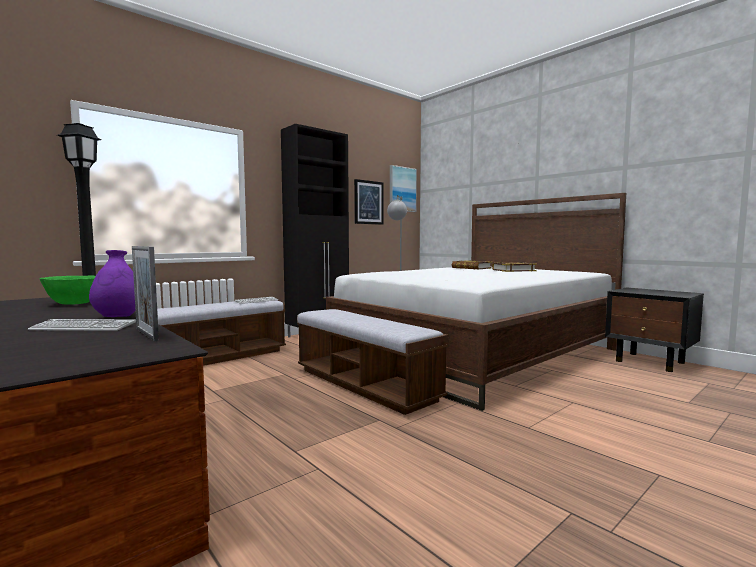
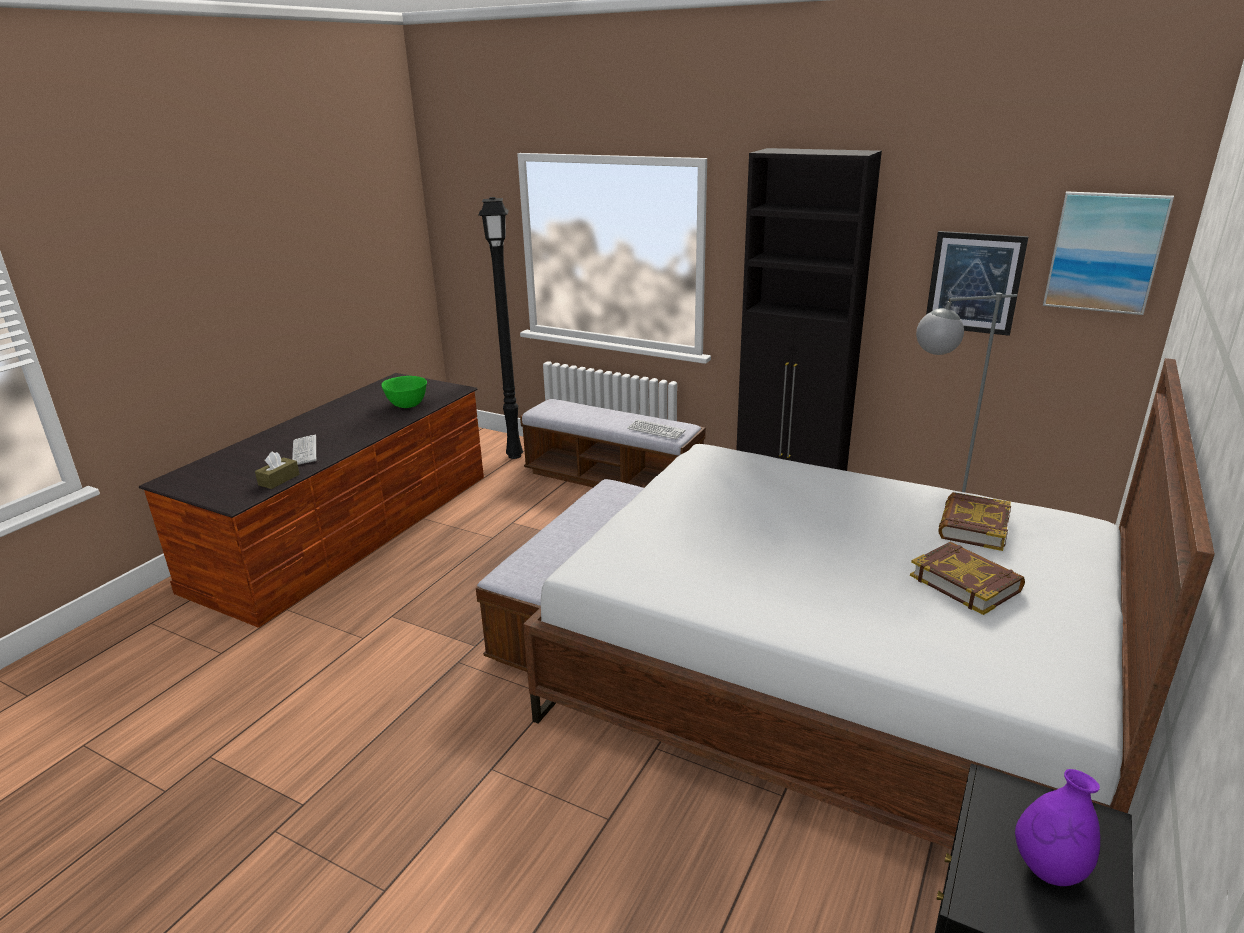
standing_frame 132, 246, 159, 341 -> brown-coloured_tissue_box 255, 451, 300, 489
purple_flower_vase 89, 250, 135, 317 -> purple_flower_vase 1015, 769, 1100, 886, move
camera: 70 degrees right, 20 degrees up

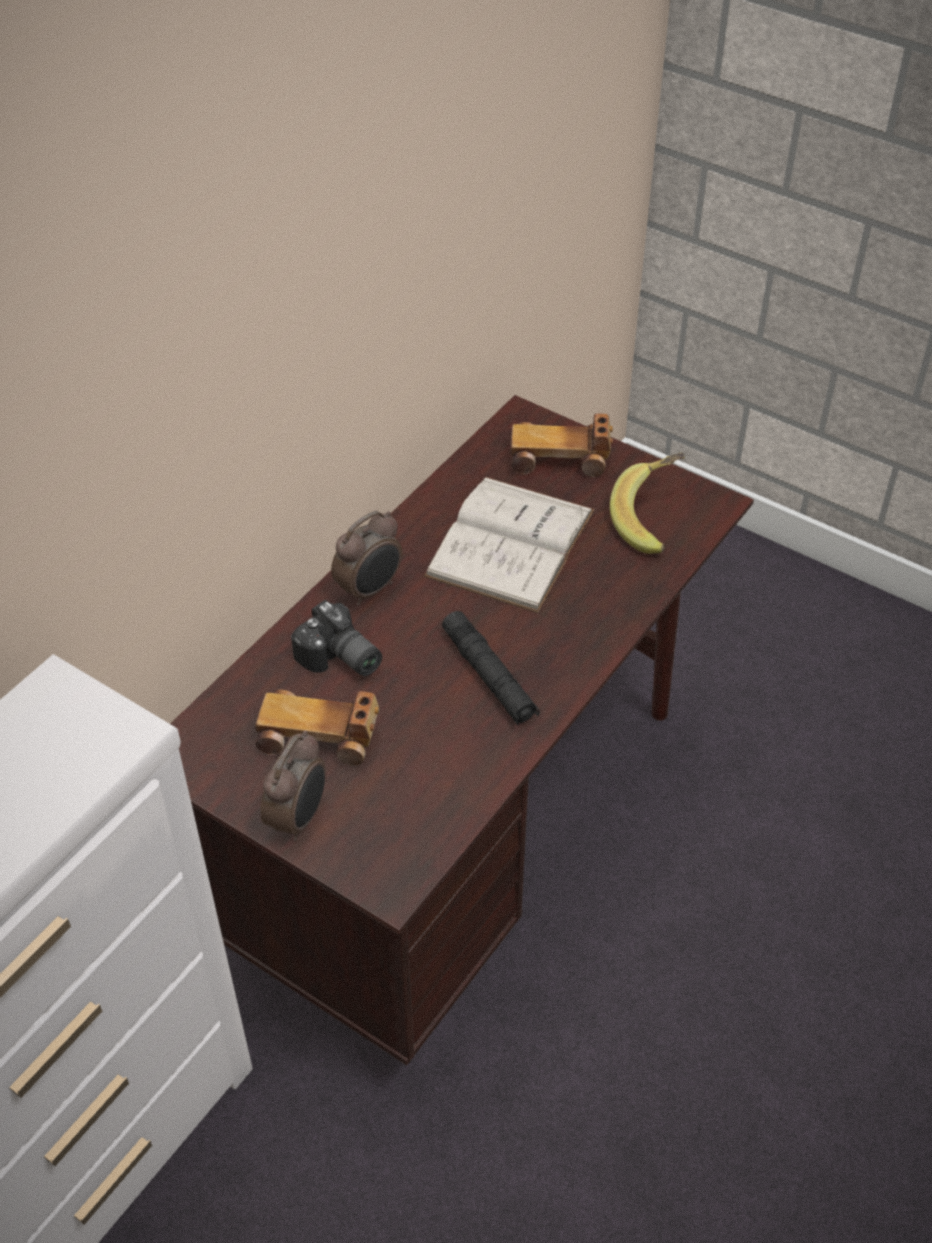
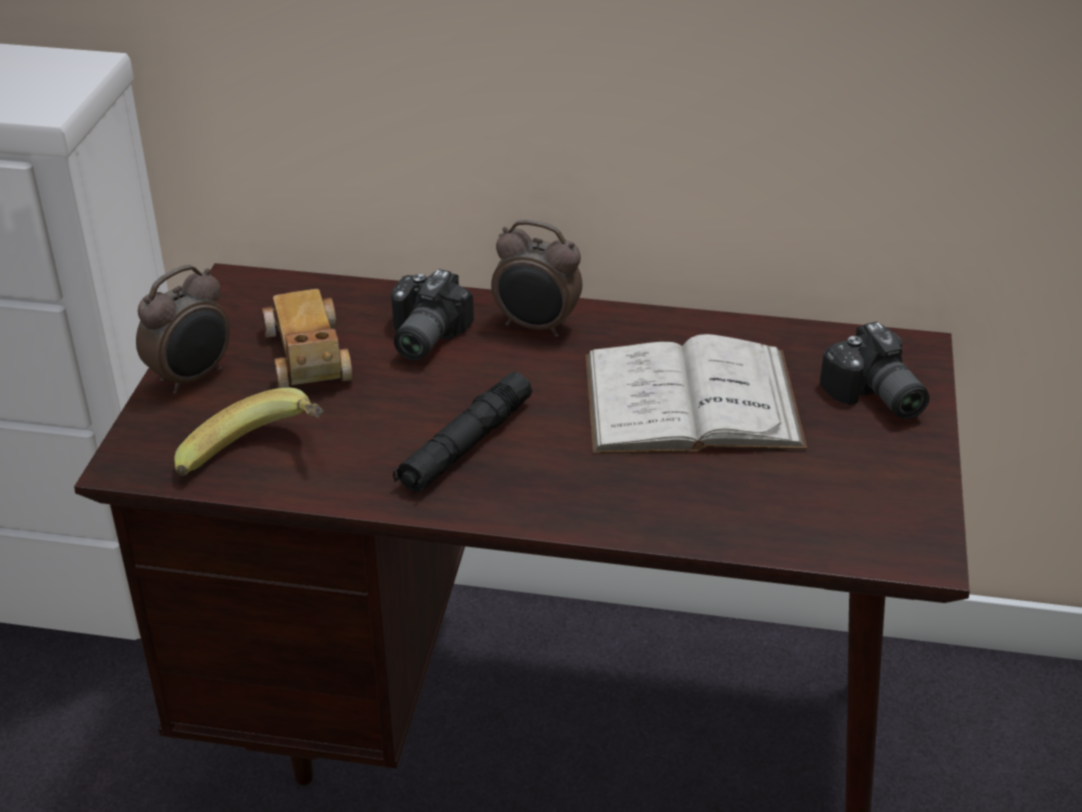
model_car 510, 414, 613, 477 -> photo_camera 820, 321, 929, 419
banana_fruit 610, 452, 685, 554 -> banana_fruit 174, 388, 324, 476, move
table_clock 261, 731, 326, 841 -> table_clock 136, 265, 230, 395, 45 degrees counterclockwise
camera: 65 degrees right, 10 degrees down

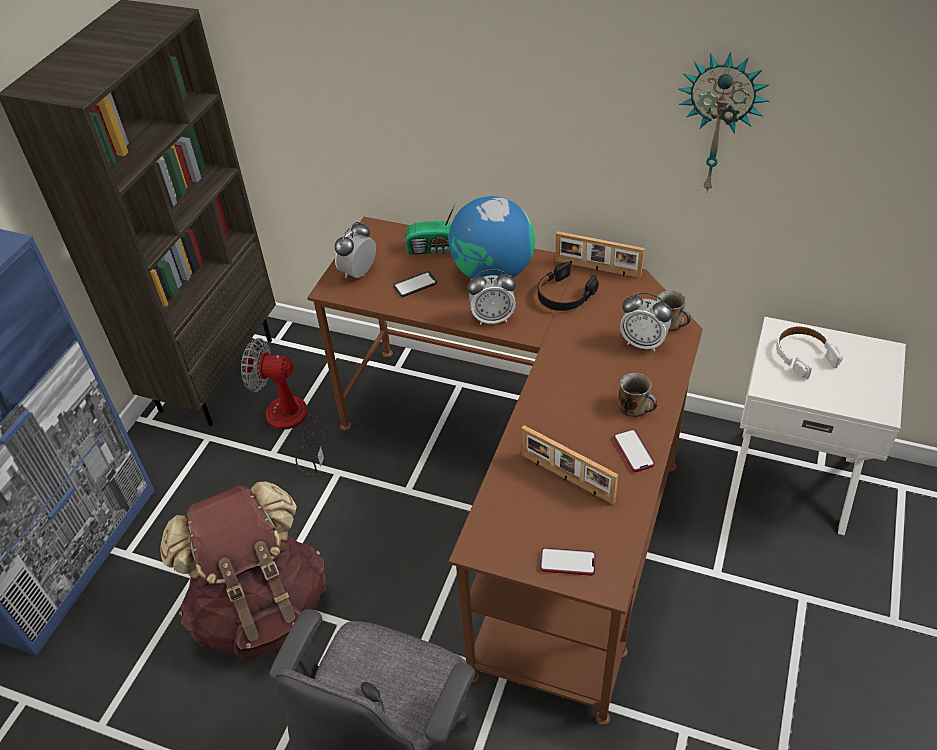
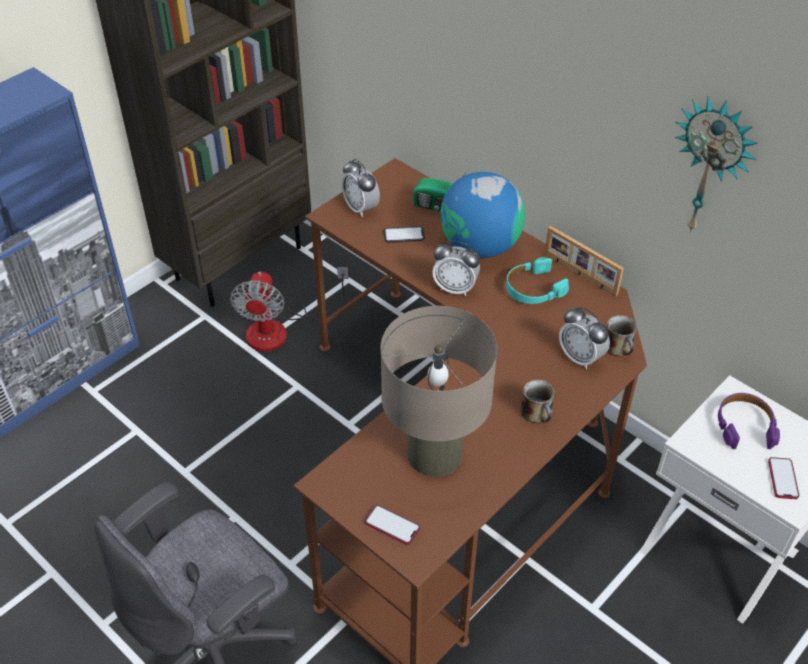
table_clock 335, 222, 376, 278 -> table_clock 342, 159, 380, 217, 90 degrees counterclockwise
black_pair_of_headphones 538, 262, 599, 311 -> turquoise-coloured_pair_of_headphones 506, 257, 569, 304
white-coloured_pair_of_headphones 776, 326, 843, 379 -> purple_pair_of_headphones 718, 393, 780, 449
cooling_fan 241, 338, 325, 476 -> cooling_fan 230, 267, 348, 351, 120 degrees counterclockwise
standing_frame 521, 425, 618, 505 -> sand-coloured_tabletop_lamp 381, 306, 497, 477
telephone 614, 429, 655, 472 -> telephone 768, 457, 799, 499, move
brown-coloured_knapsack 160, 481, 327, 659 -> none
camera: 20 degrees right, 0 degrees up

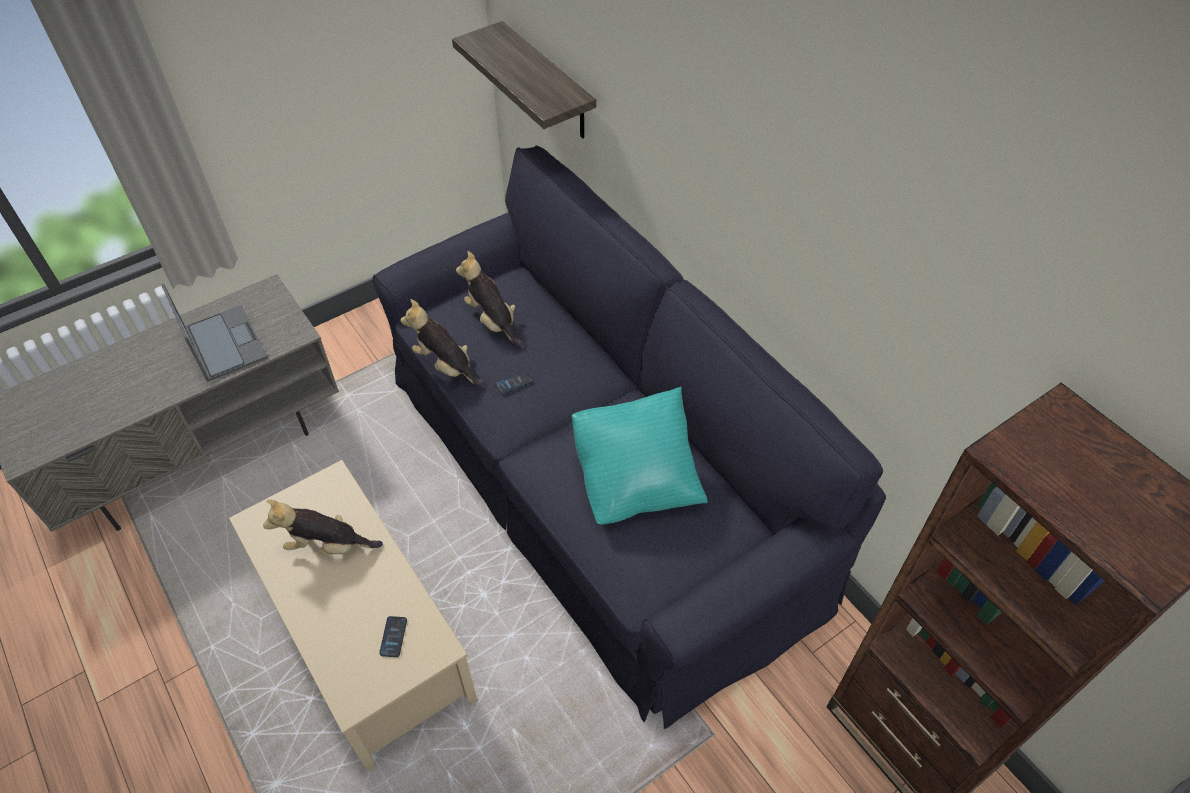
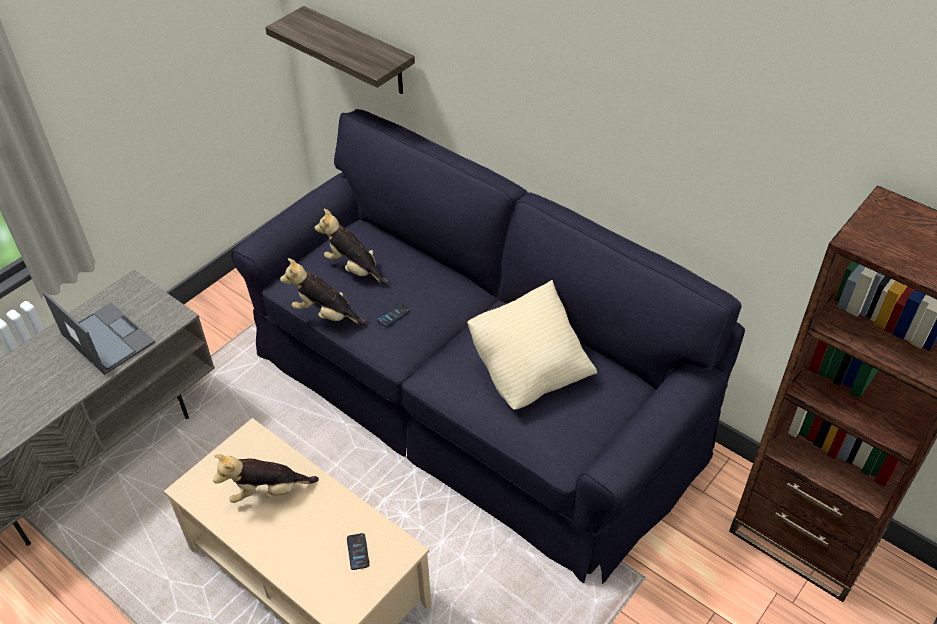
turquoise-coloured_pillow 572, 387, 708, 524 -> sand-coloured_pillow 467, 280, 597, 409
camera: 15 degrees left, 5 degrees down

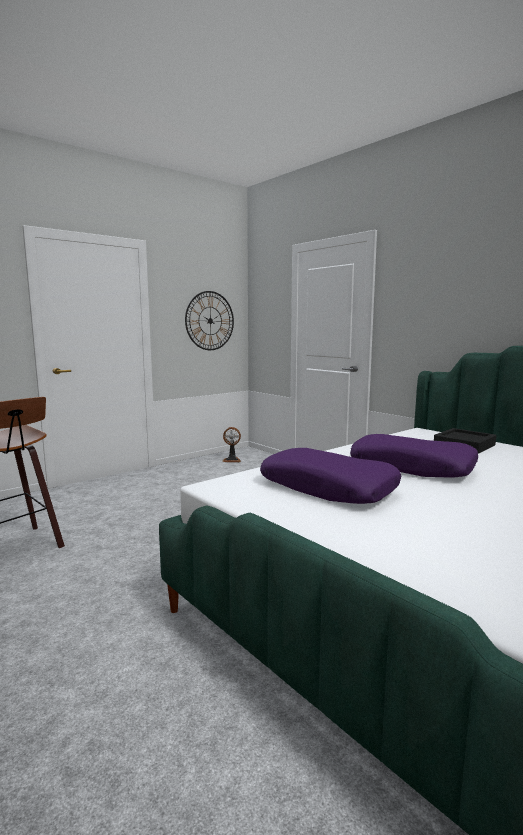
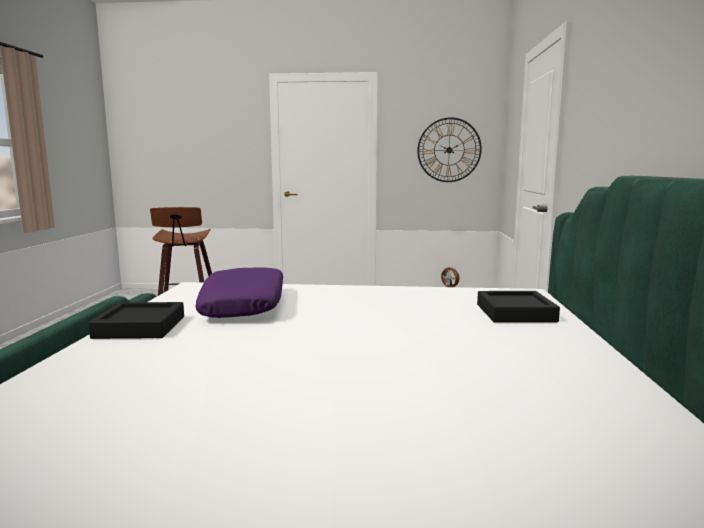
purple_pillow 350, 434, 478, 477 -> none
none -> black_carrying_tray 88, 302, 184, 339
camera: 45 degrees right, 0 degrees up

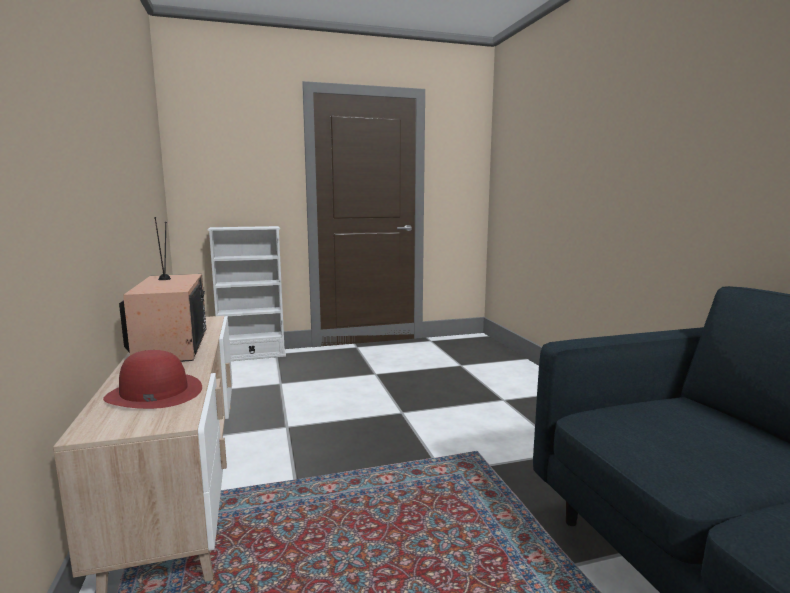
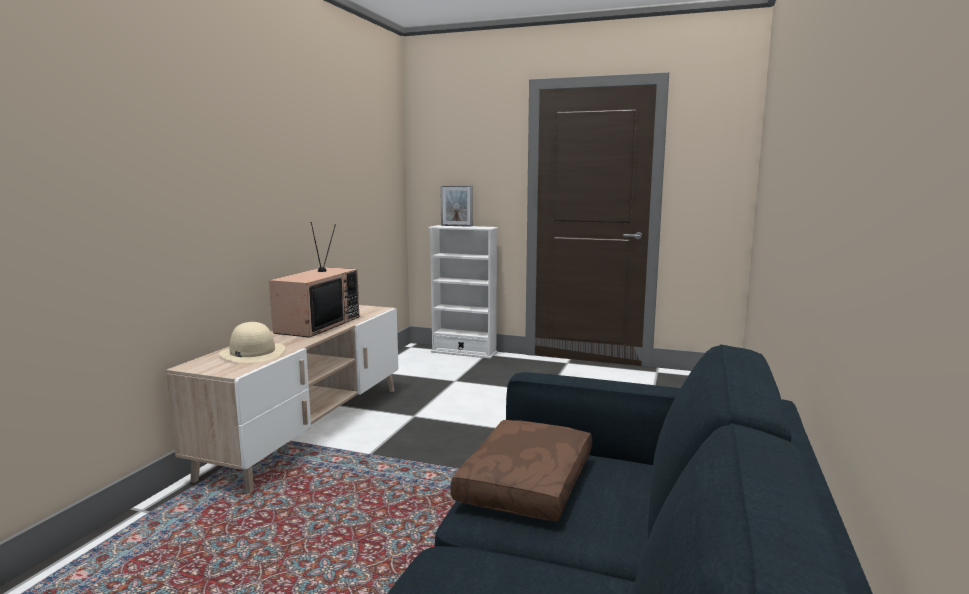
red-coloured_hat 103, 350, 202, 409 -> sand-coloured_hat 219, 322, 285, 363
none -> standing_frame 440, 185, 473, 227
none -> brown-coloured_pillow 450, 420, 592, 521
camera: 35 degrees right, 0 degrees up

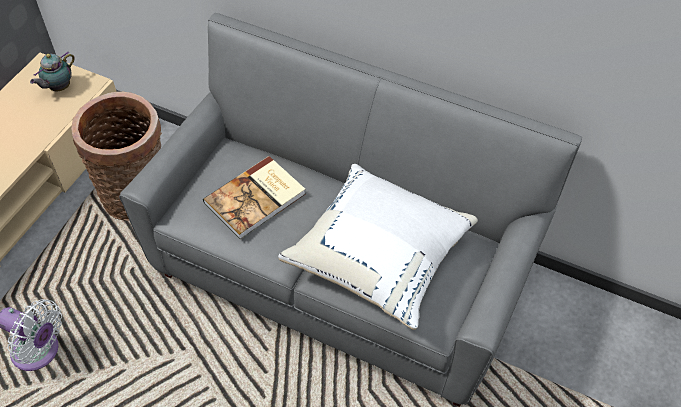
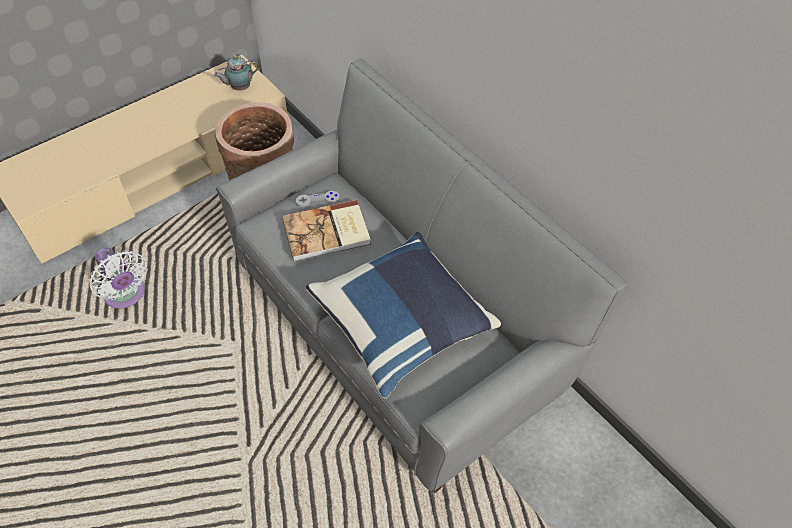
white-coloured_pillow 278, 164, 478, 330 -> blue_pillow 306, 232, 501, 398
none -> gray_gamepad 296, 191, 339, 207
camera: 25 degrees right, 0 degrees up

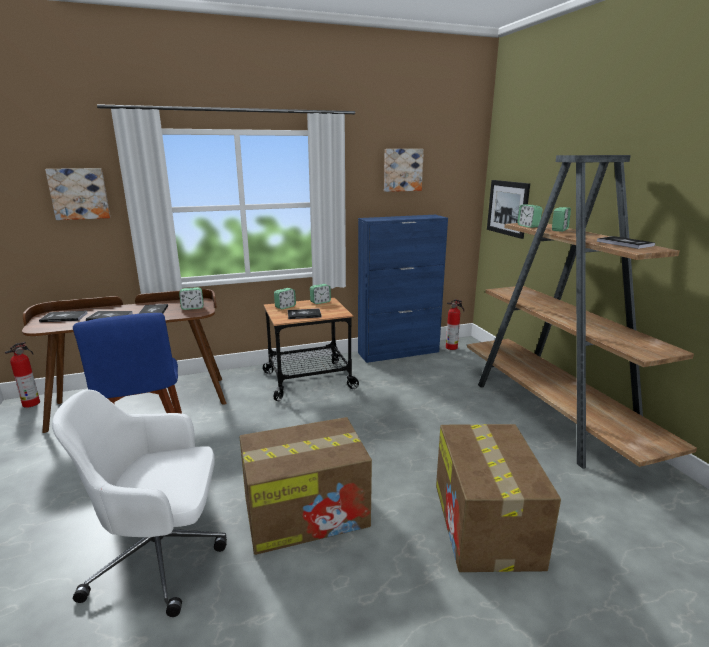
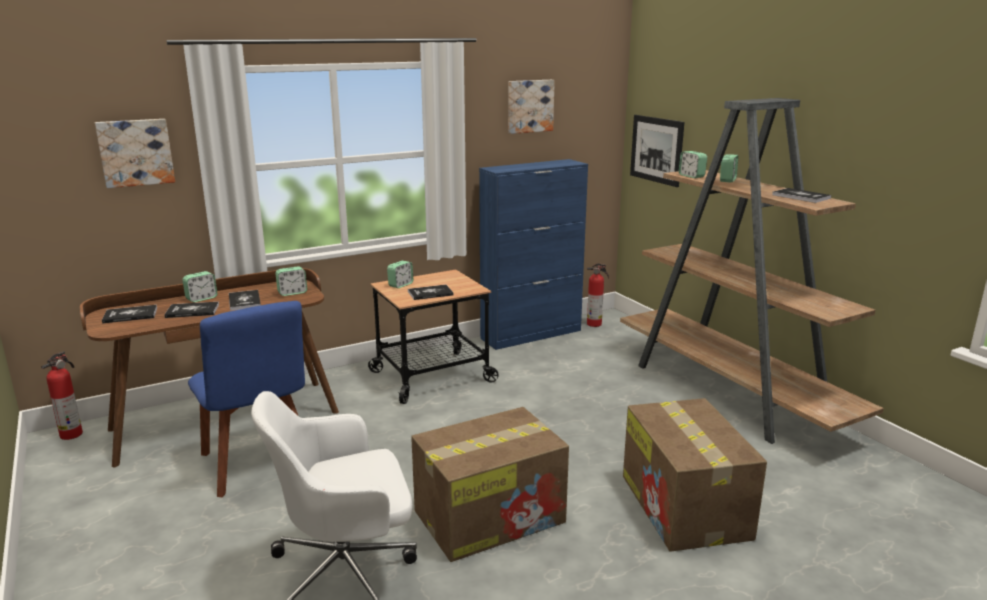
table_clock 310, 284, 331, 304 -> table_clock 183, 271, 217, 302, move
camera: 10 degrees left, 0 degrees up

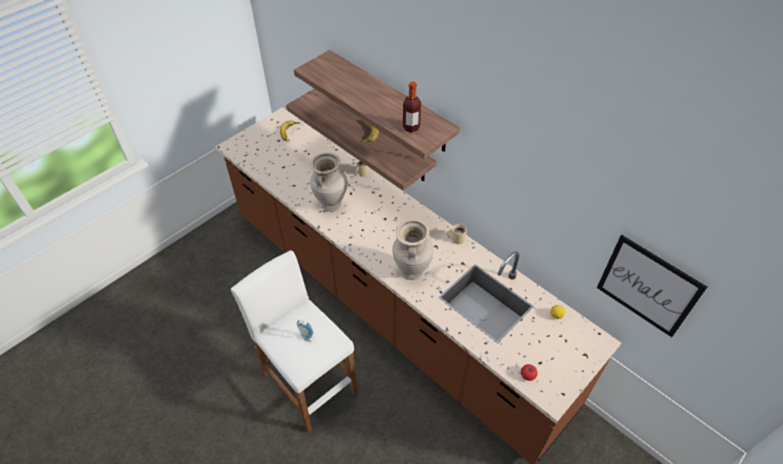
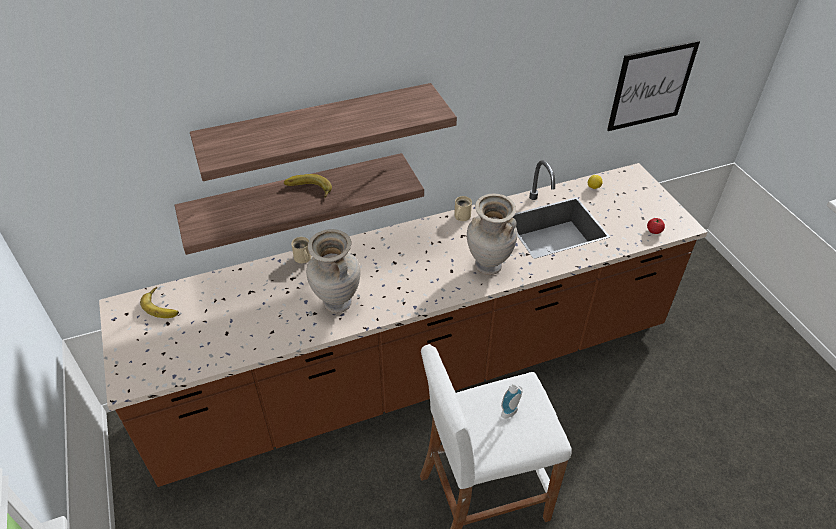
beverage_bottle 403, 81, 421, 133 -> none
camera: 65 degrees left, 5 degrees down

